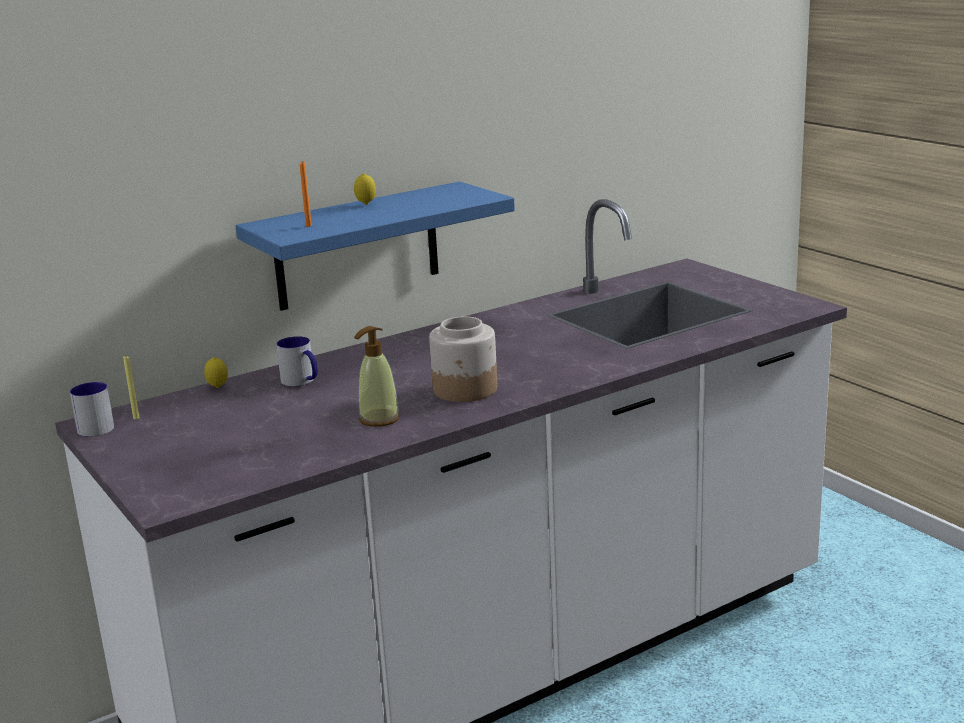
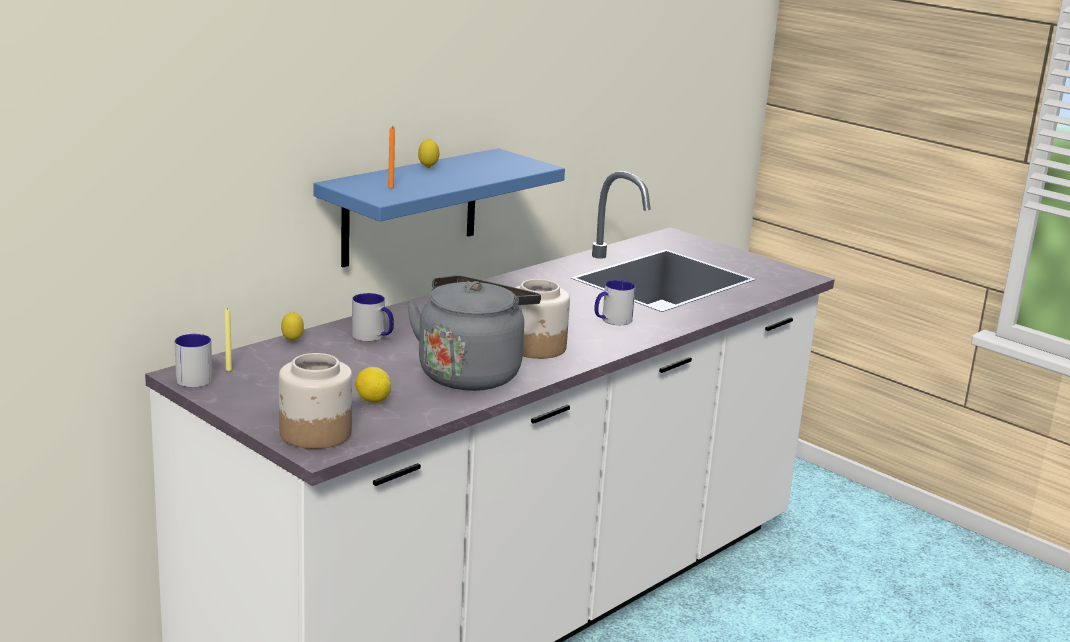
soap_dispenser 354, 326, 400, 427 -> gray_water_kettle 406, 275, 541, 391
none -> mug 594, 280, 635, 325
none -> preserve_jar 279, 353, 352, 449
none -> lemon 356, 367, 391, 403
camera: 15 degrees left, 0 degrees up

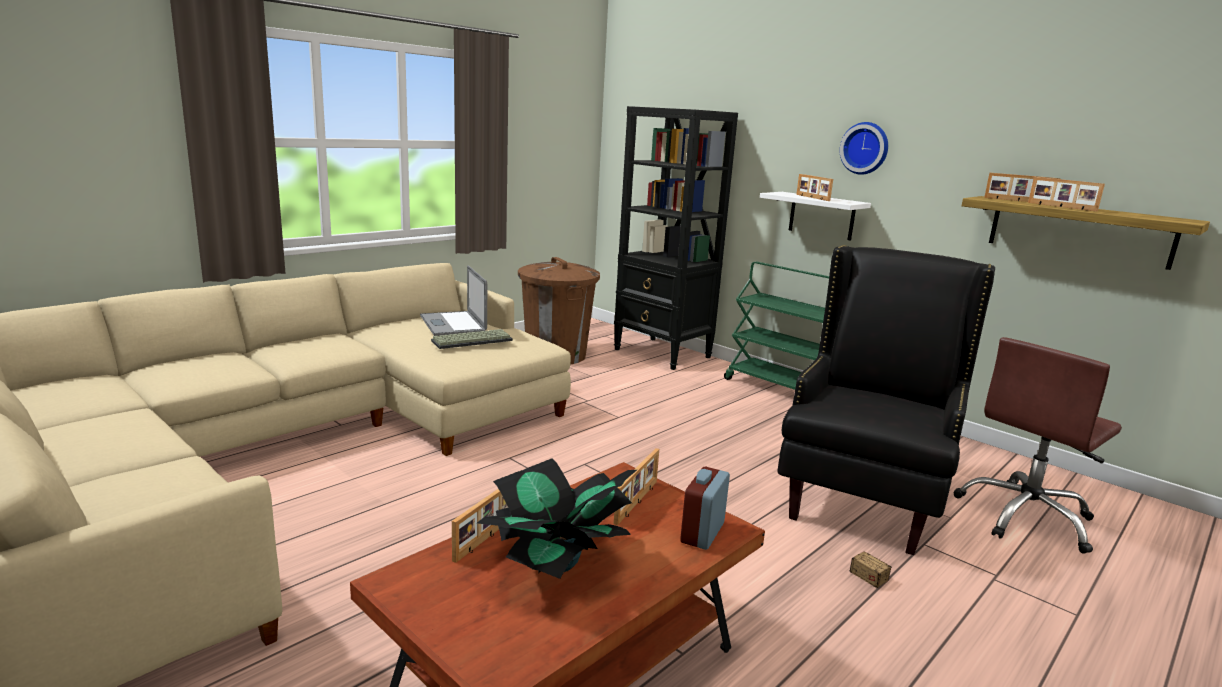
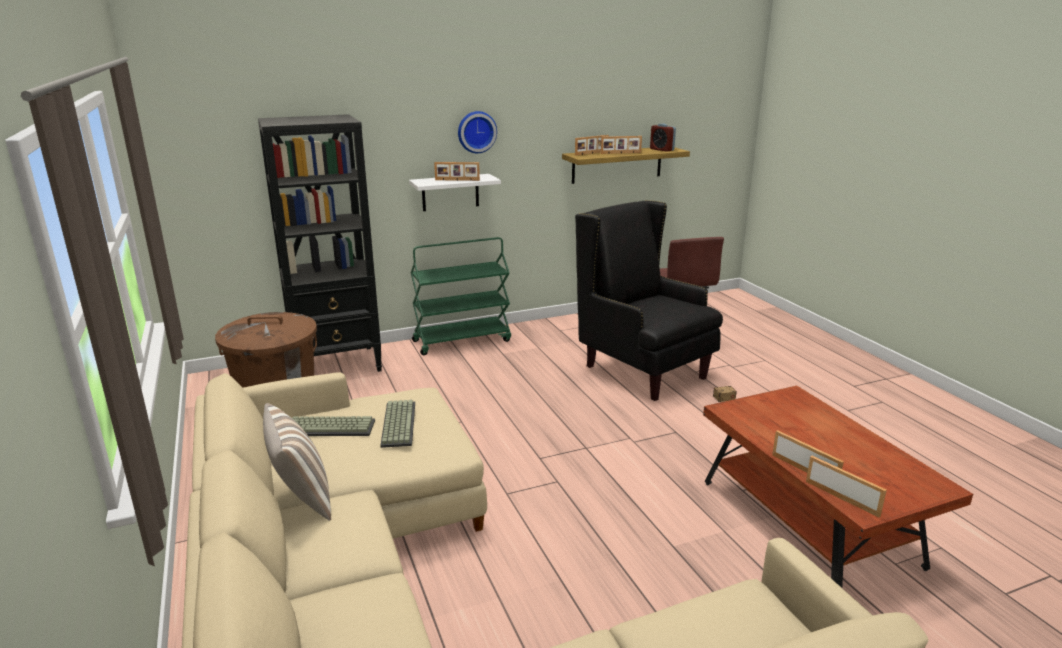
laptop 420, 265, 487, 336 -> keyboard 292, 416, 375, 436
standing_frame 614, 448, 659, 525 -> standing_frame 806, 456, 887, 517, move
potted_plant 477, 459, 637, 579 -> none
table_clock 680, 467, 730, 550 -> table_clock 650, 123, 676, 152, move
none -> pillow 263, 403, 331, 521
camera: 65 degrees left, 5 degrees up

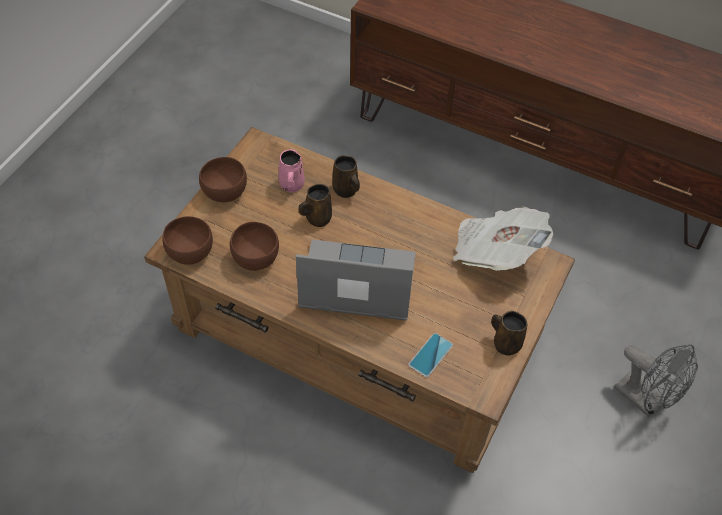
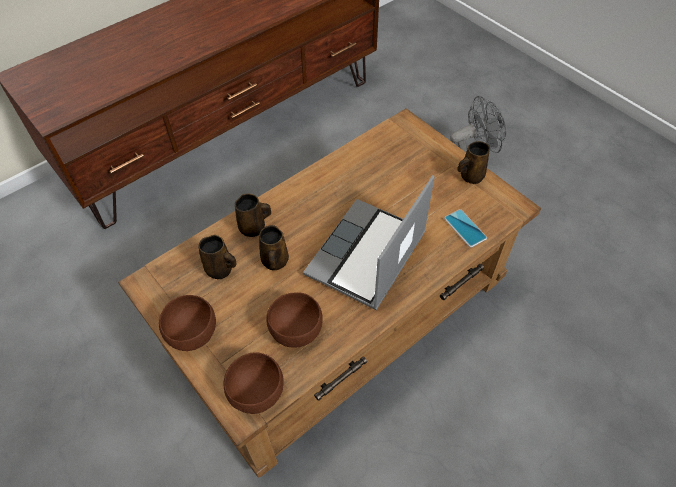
pink_mug 279, 149, 305, 192 -> brown-coloured_mug 198, 235, 237, 279
newspaper 453, 207, 553, 271 -> none
camera: 65 degrees left, 0 degrees up

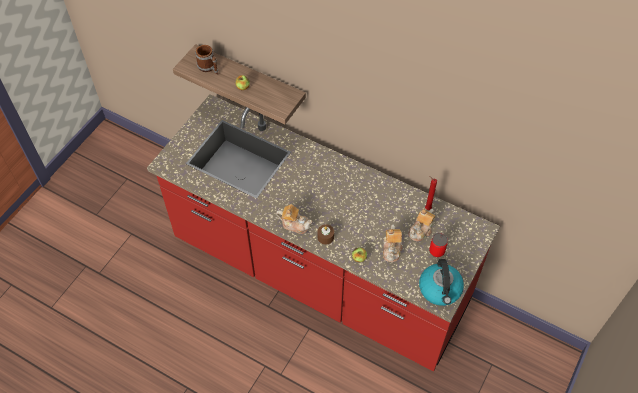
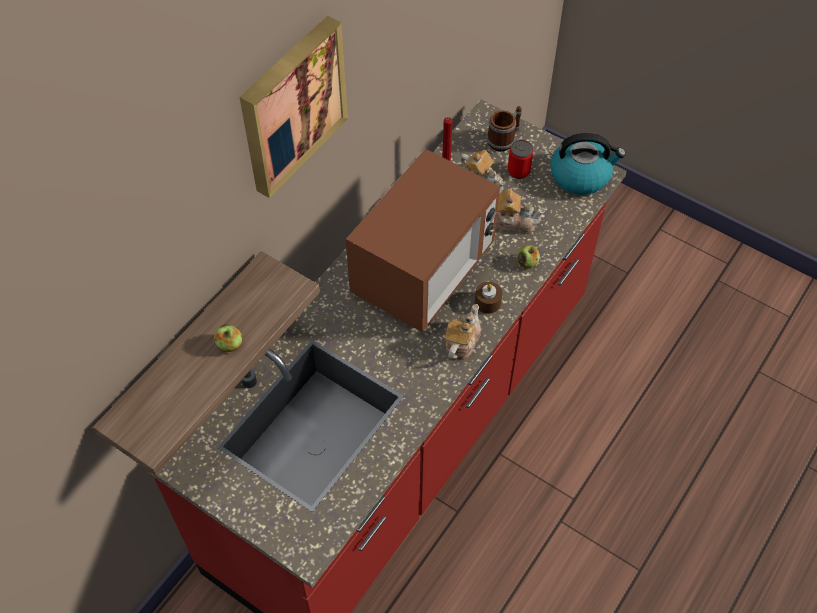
mug 195, 45, 218, 75 -> mug 487, 106, 522, 151, move
none -> wall_picture 239, 16, 348, 198
none -> kitchen_microwave 346, 149, 500, 332
camera: 85 degrees left, 0 degrees up

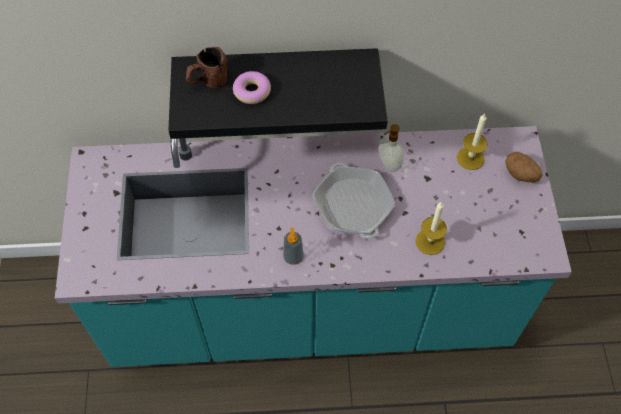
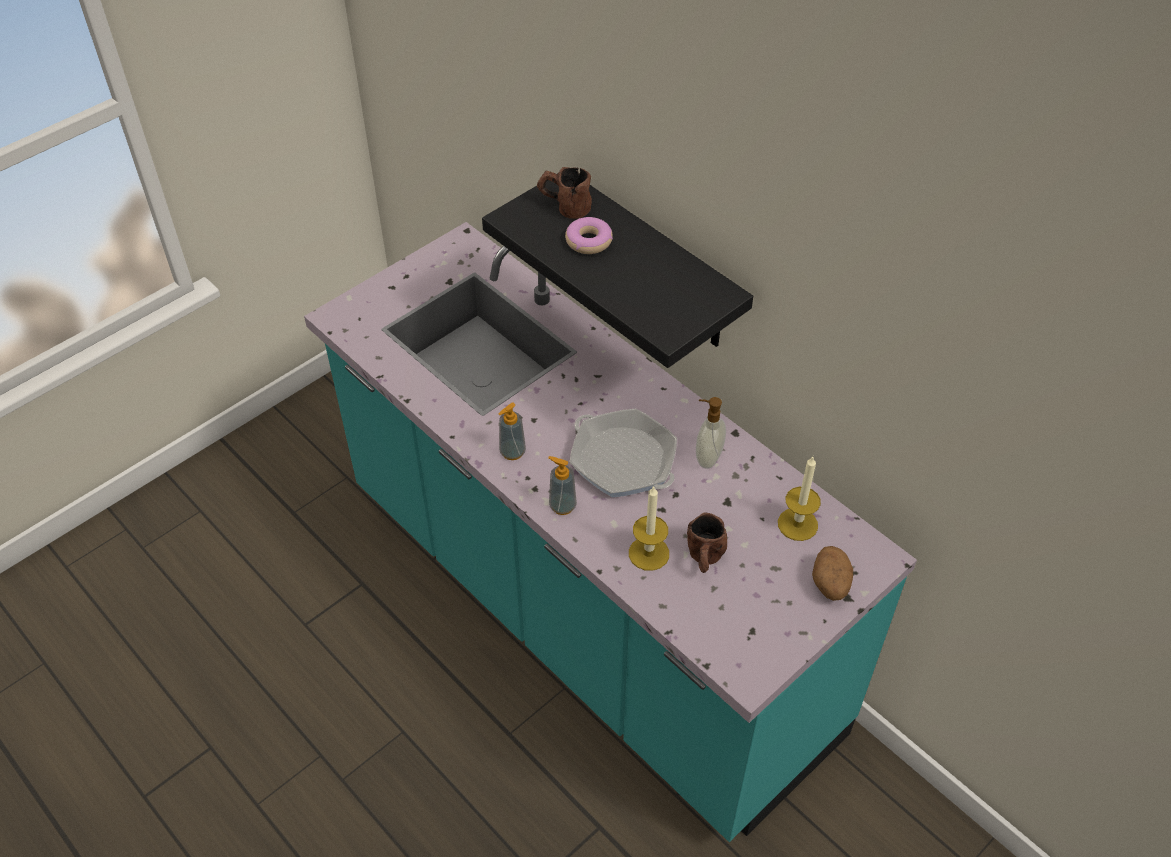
skillet 313, 163, 395, 239 -> skillet 570, 409, 677, 498, 105 degrees clockwise
none -> soap_dispenser 548, 456, 577, 515
none -> brown-coloured_mug 687, 513, 727, 573
camera: 50 degrees right, 10 degrees down

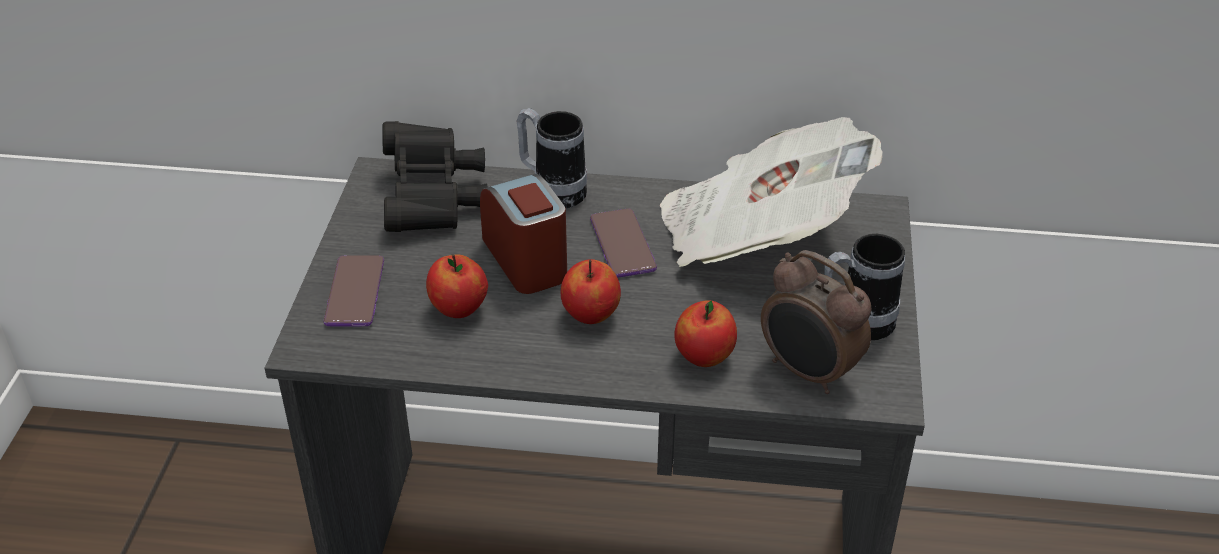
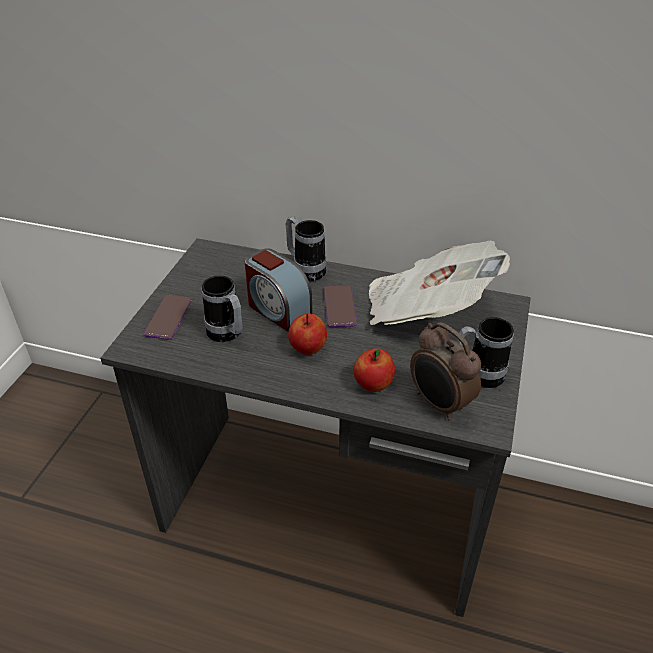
black_pair_of_binoculars 383, 121, 487, 232 -> none
table_clock 480, 174, 567, 294 -> table_clock 245, 248, 312, 332, 150 degrees clockwise
apple_fruit 426, 254, 488, 318 -> mug 201, 275, 243, 342
camera: 10 degrees right, 0 degrees up

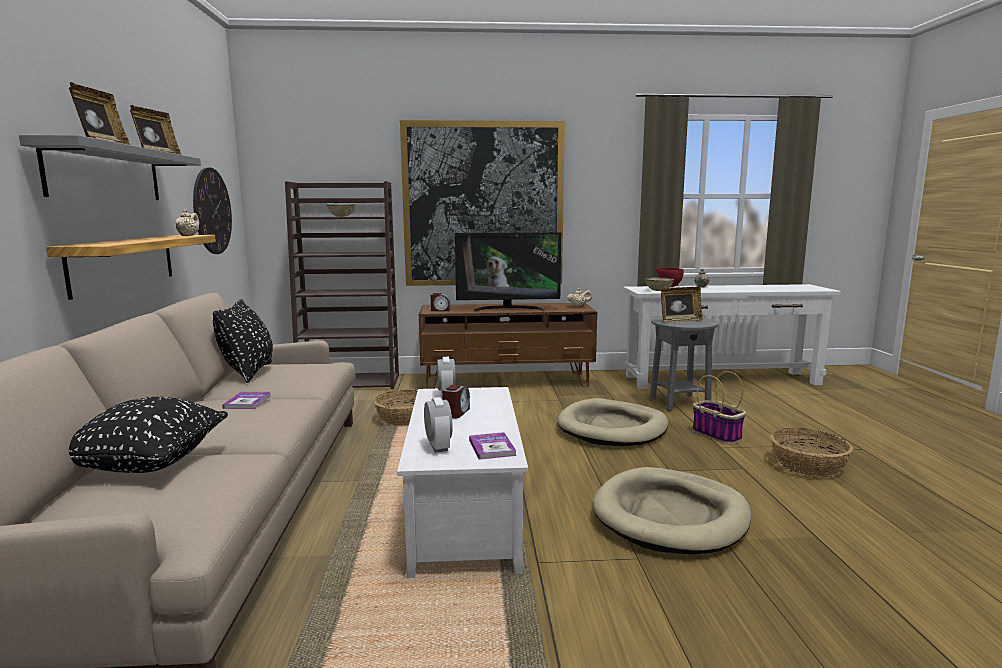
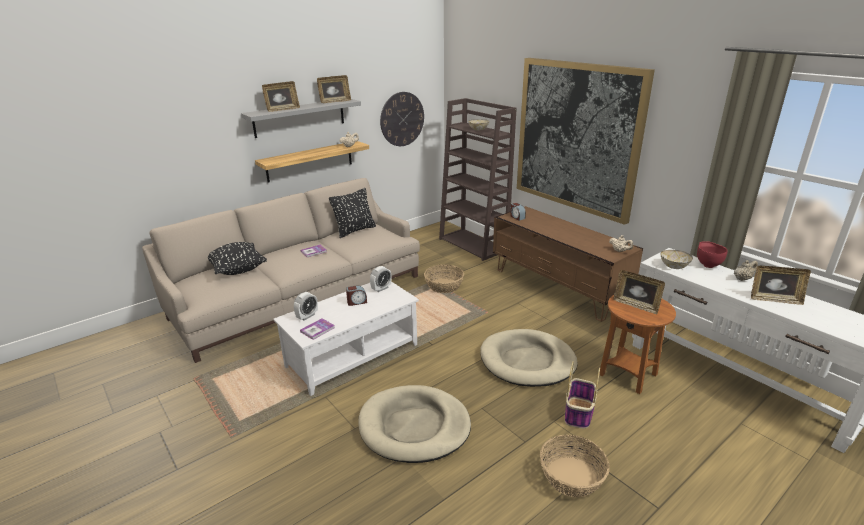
TV_set 455, 232, 561, 312 -> none
gray_end_table 650, 316, 719, 411 -> brown-coloured_end_table 599, 295, 676, 394
none -> standing_frame 751, 266, 811, 305
camera: 55 degrees right, 15 degrees up

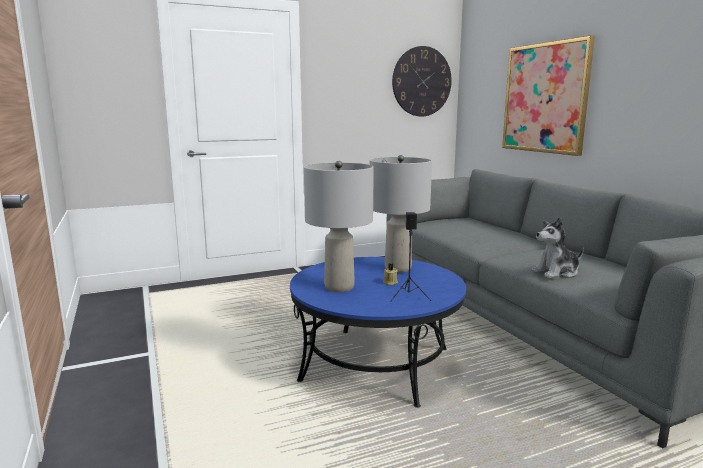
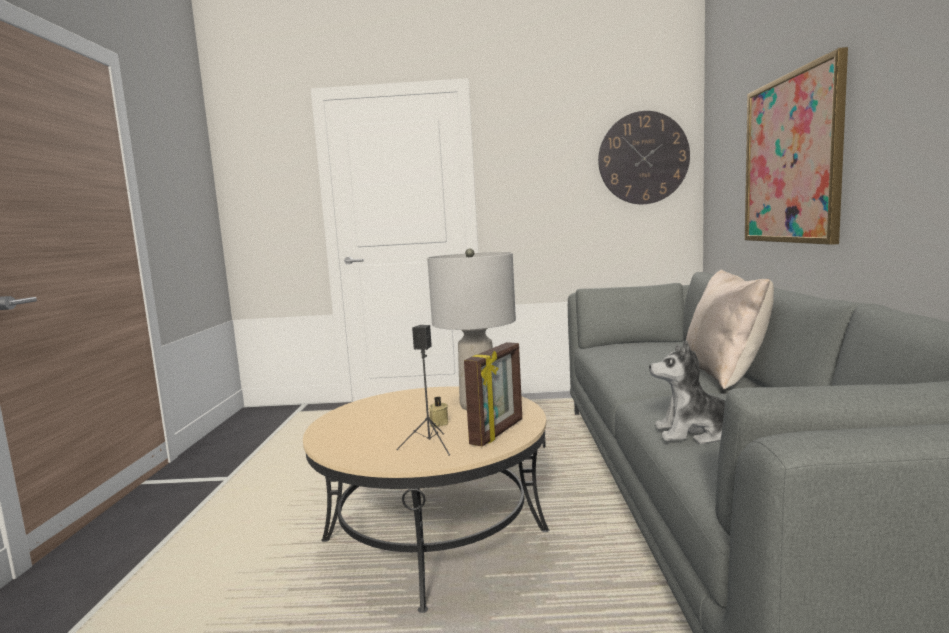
gray_tabletop_lamp 304, 161, 374, 292 -> none
blue_lounge_table 290, 257, 466, 408 -> sand-coloured_lounge_table 303, 387, 549, 613
none -> sand-coloured_pillow 686, 269, 774, 389
none -> standing_frame 464, 342, 522, 446
camera: 25 degrees right, 5 degrees down

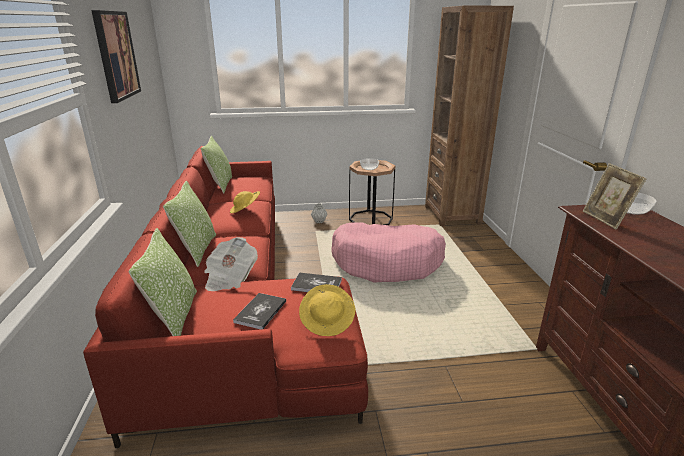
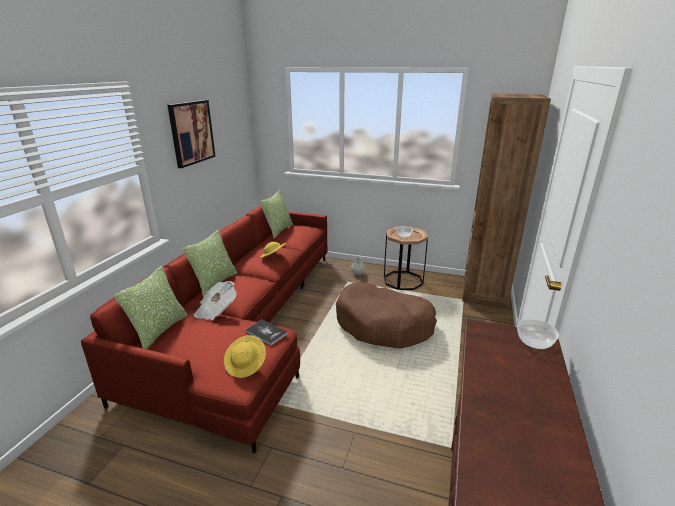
standing_frame 583, 163, 647, 230 -> none
pink_dog_bed 331, 222, 446, 282 -> brown-coloured_dog_bed 336, 282, 437, 349
volume 233, 293, 286, 329 -> none
camera: 25 degrees right, 0 degrees up

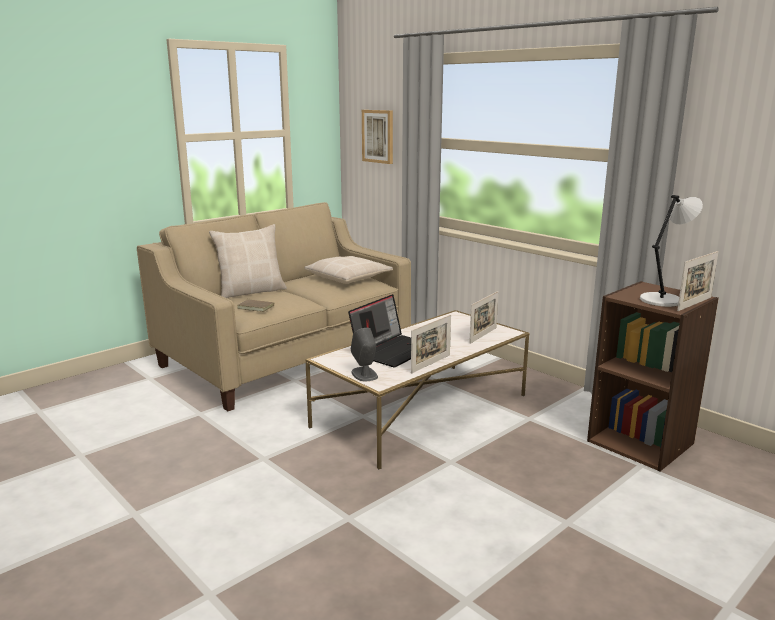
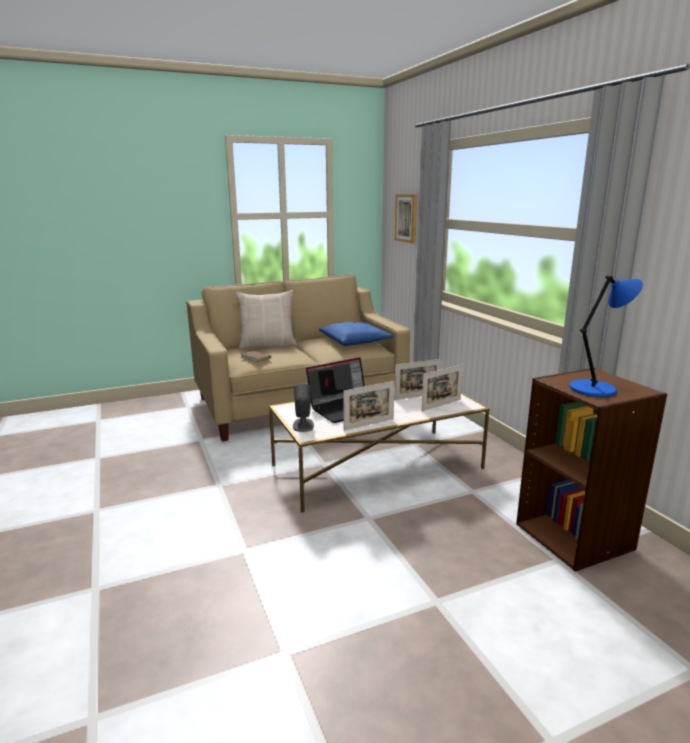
gray_tabletop_lamp 640, 195, 703, 307 -> blue_tabletop_lamp 569, 275, 643, 397
standing_frame 677, 251, 719, 311 -> standing_frame 394, 359, 442, 400, move
sand-coloured_pillow 304, 256, 393, 284 -> blue_pillow 319, 322, 393, 346
camera: 20 degrees right, 0 degrees up

